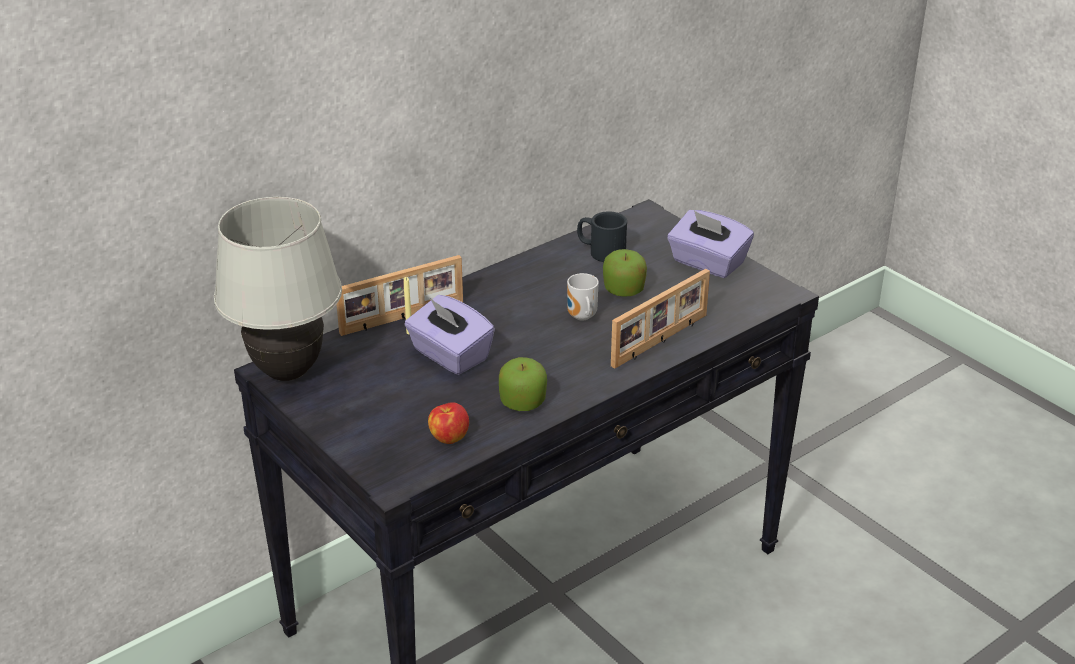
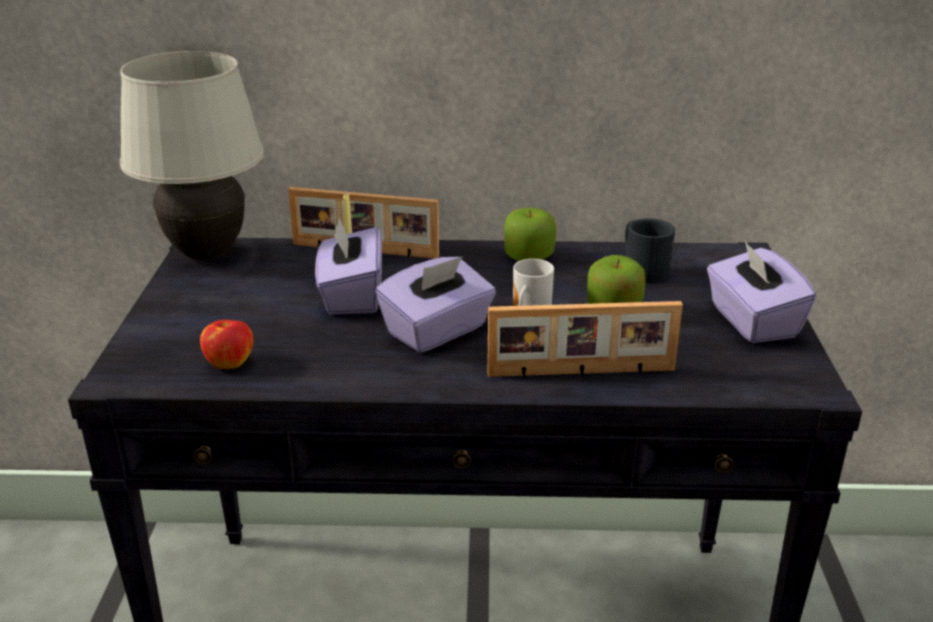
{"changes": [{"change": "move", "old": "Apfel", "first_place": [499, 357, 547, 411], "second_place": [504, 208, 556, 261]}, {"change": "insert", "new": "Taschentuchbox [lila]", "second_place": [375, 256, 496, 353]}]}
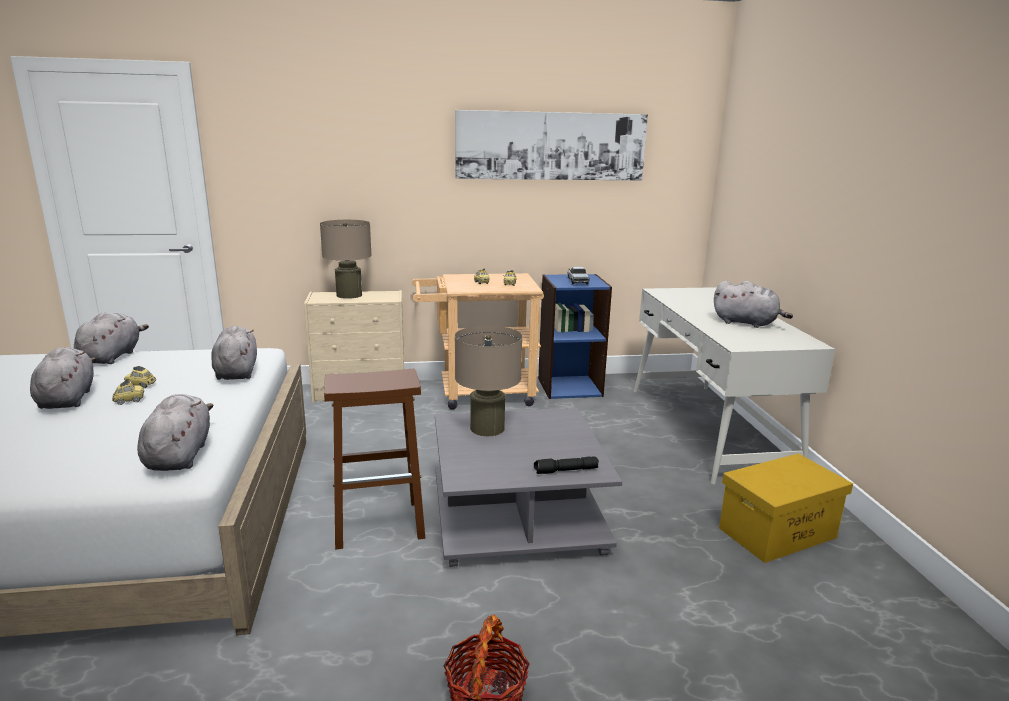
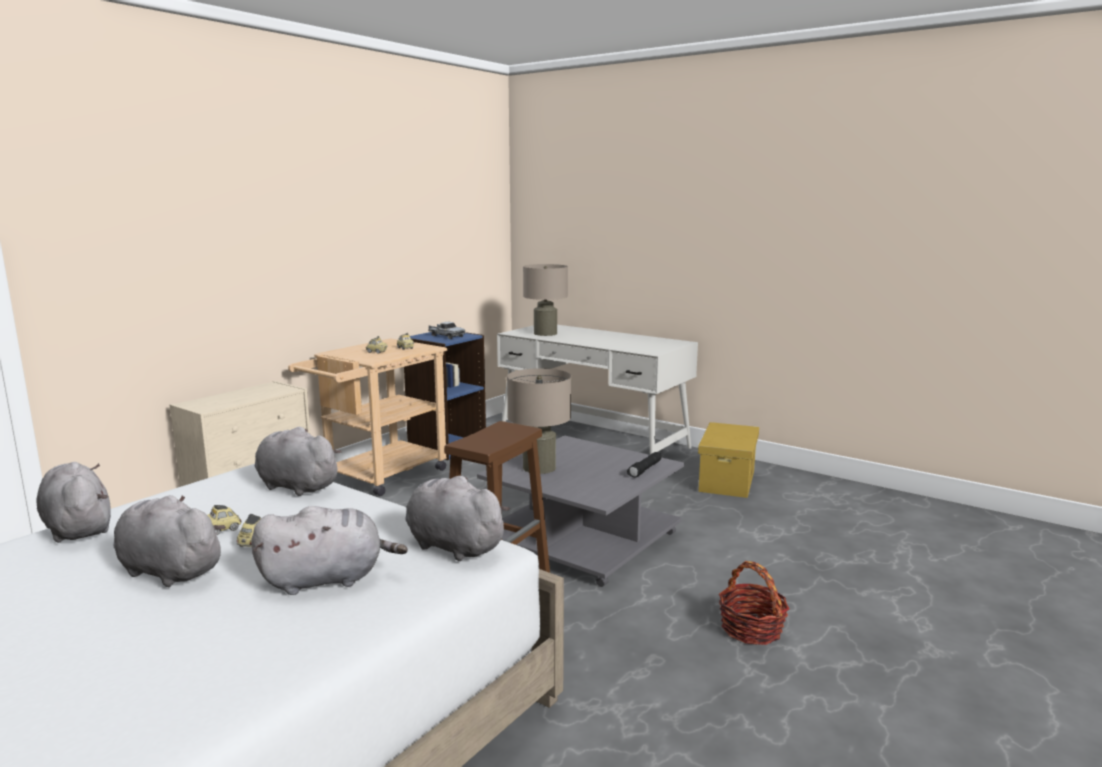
{"changes": [{"change": "move", "old": "Tischlampe [beige]", "first_place": [320, 220, 372, 299], "second_place": [523, 264, 568, 336]}, {"change": "delete", "old": "Bild", "first_place": [455, 110, 648, 180]}, {"change": "move", "old": "Plüschtier [grau]", "first_place": [714, 280, 793, 328], "second_place": [251, 506, 408, 595]}]}
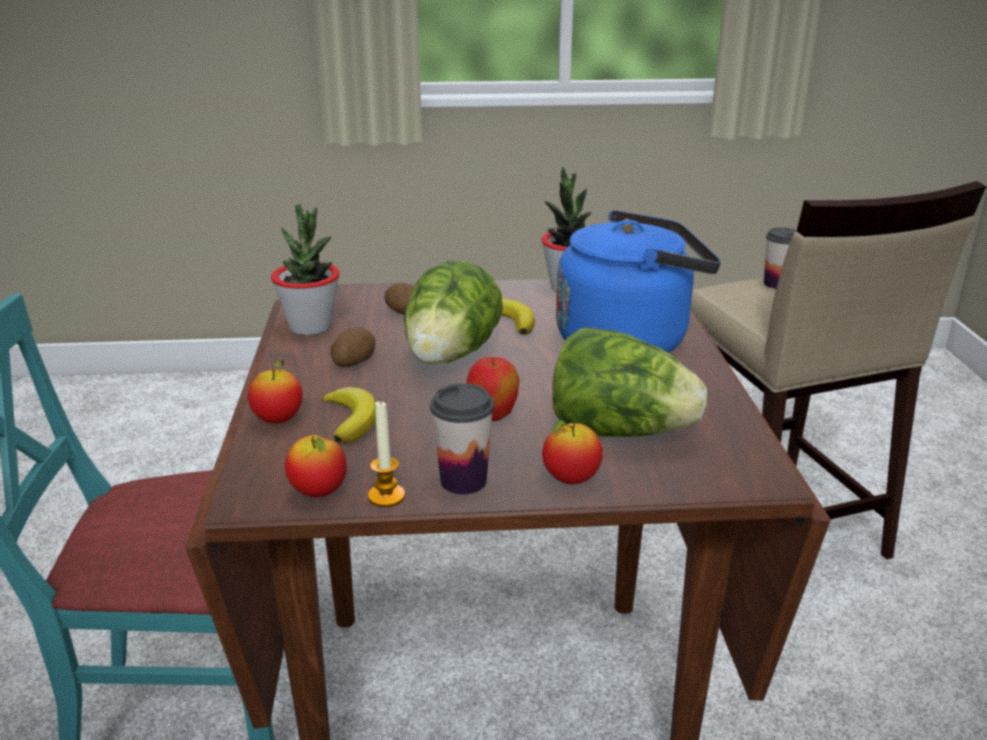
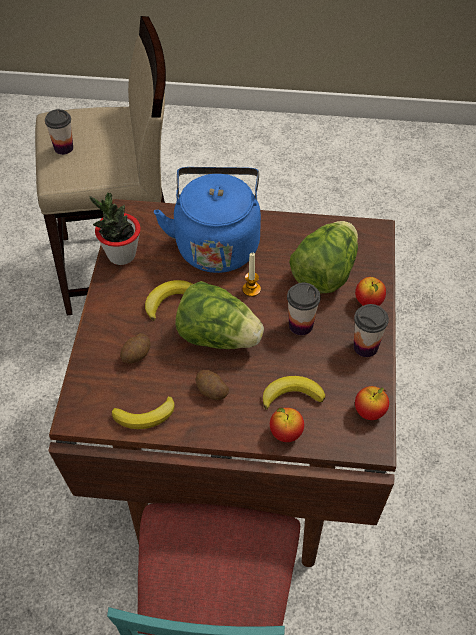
{"changes": [{"change": "replace", "old": "Topfpflanze", "new": "Banane", "first_place": [271, 204, 340, 335], "second_place": [112, 396, 175, 429]}, {"change": "move", "old": "Kerze", "first_place": [368, 400, 405, 507], "second_place": [242, 253, 261, 297]}, {"change": "replace", "old": "Apfel", "new": "Tasse", "first_place": [466, 357, 520, 421], "second_place": [287, 283, 321, 335]}]}
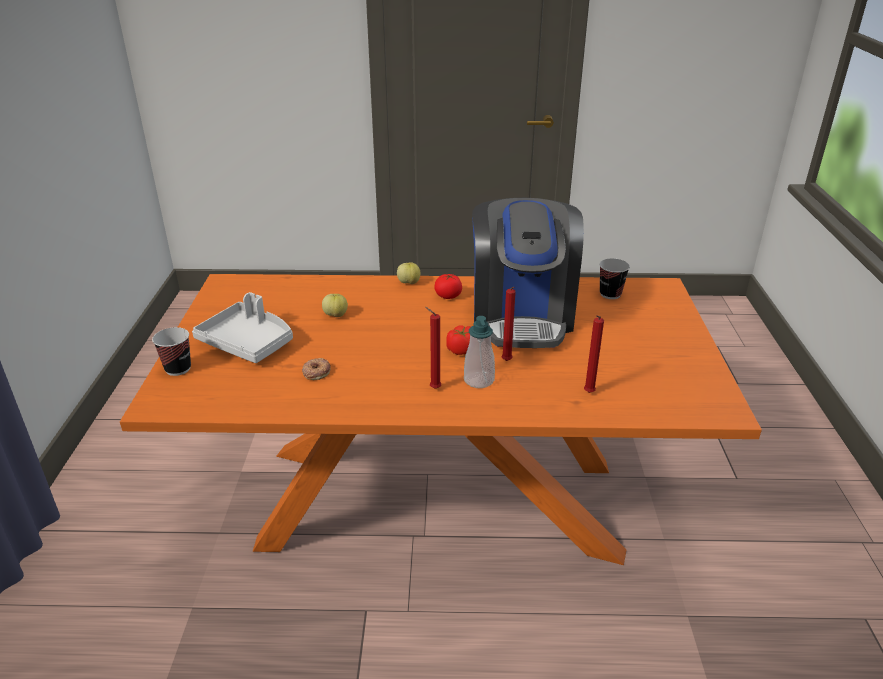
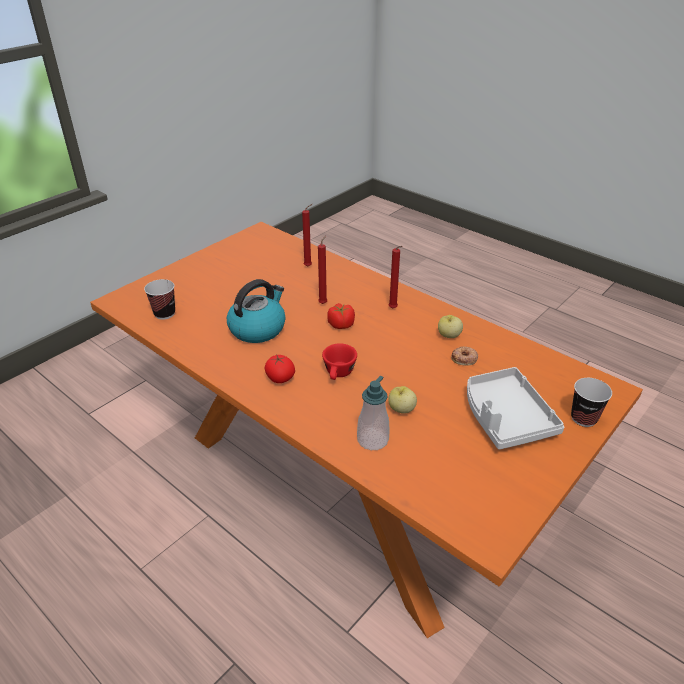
{"changes": [{"change": "move", "old": "Apfel", "first_place": [397, 262, 421, 284], "second_place": [438, 315, 463, 338]}, {"change": "move", "old": "Seifenspender", "first_place": [464, 316, 495, 388], "second_place": [357, 376, 390, 450]}, {"change": "replace", "old": "Kaffeemaschine", "new": "Wasserkessel", "first_place": [472, 198, 584, 348], "second_place": [227, 279, 286, 343]}, {"change": "insert", "new": "Tasse [rot]", "second_place": [322, 343, 357, 380]}]}
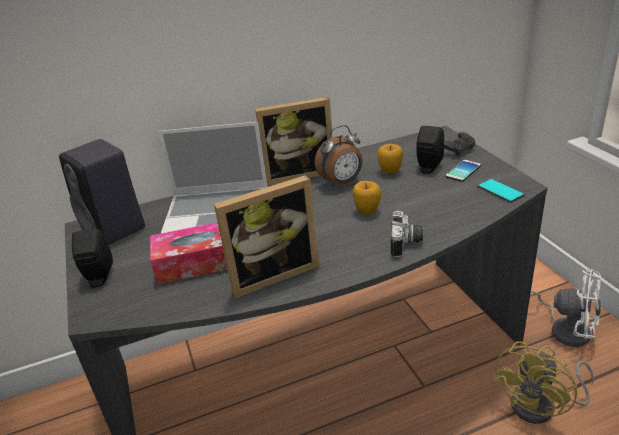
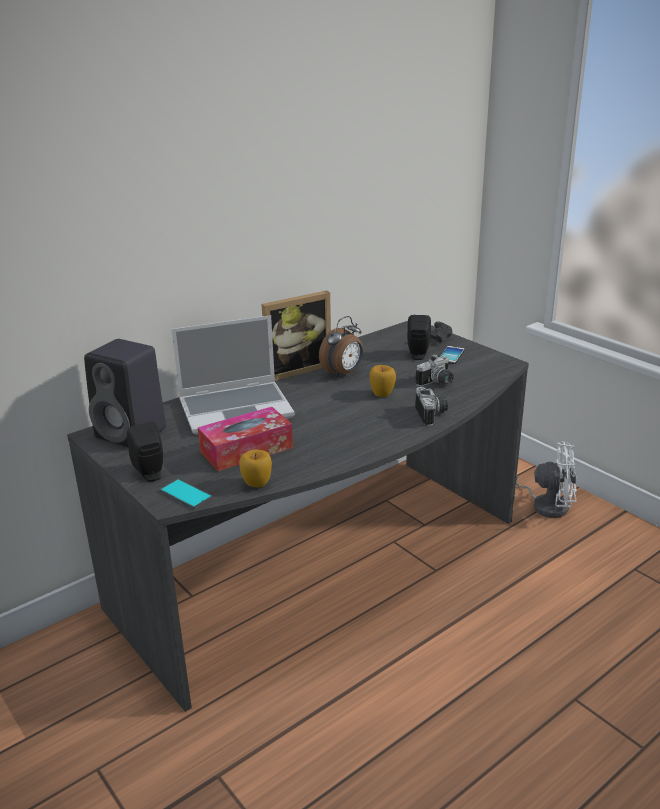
{"changes": [{"change": "delete", "old": "Bilderrahmen", "first_place": [214, 175, 319, 298]}, {"change": "move", "old": "Apfel", "first_place": [378, 144, 403, 173], "second_place": [239, 449, 272, 487]}, {"change": "move", "old": "Handy", "first_place": [477, 178, 525, 203], "second_place": [159, 479, 212, 509]}, {"change": "delete", "old": "Ventilator [gelb]", "first_place": [493, 341, 594, 424]}, {"change": "insert", "new": "Kamera", "second_place": [415, 354, 453, 387]}]}
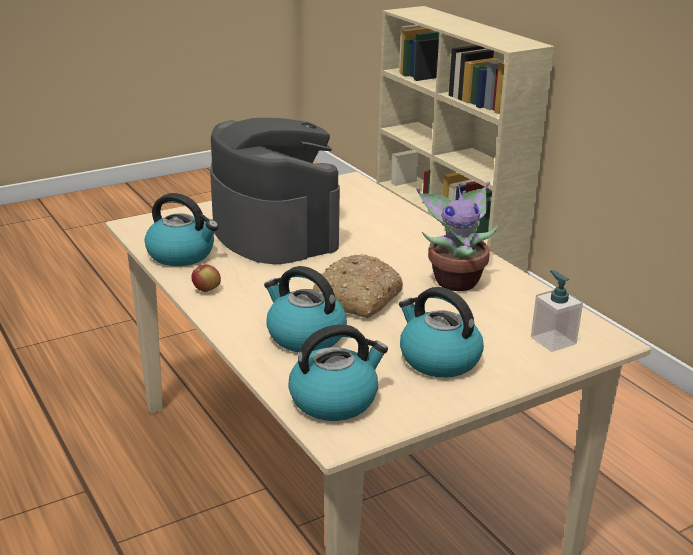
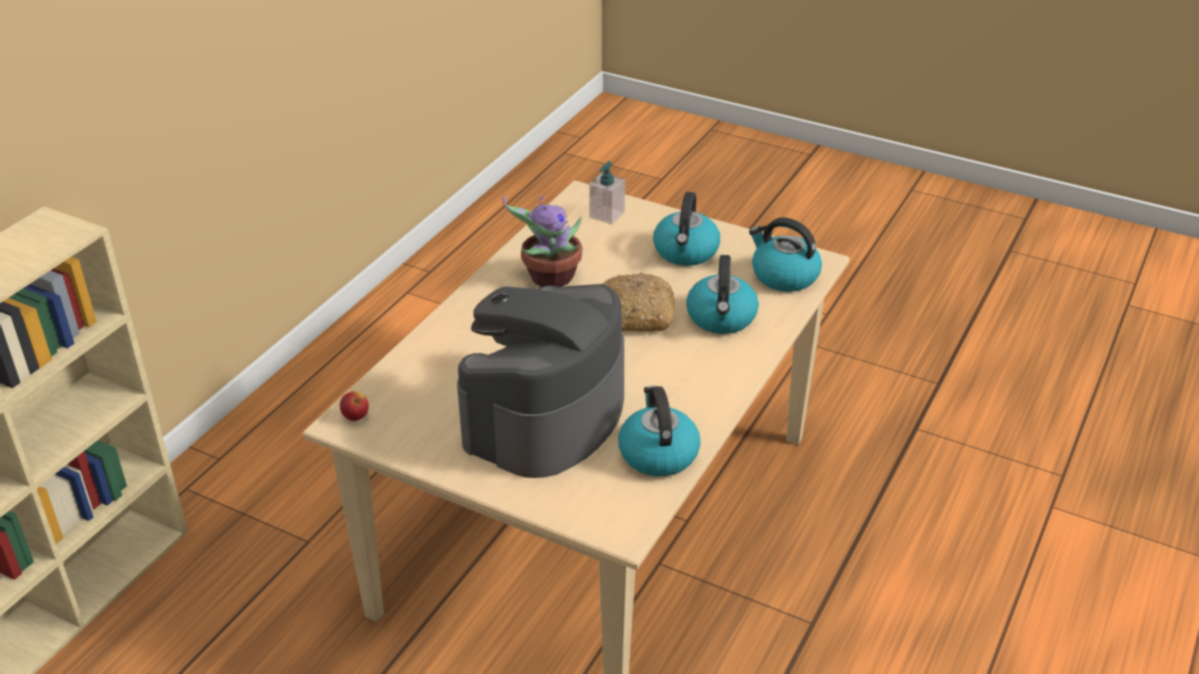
{"changes": [{"change": "move", "old": "Apfel", "first_place": [191, 264, 221, 292], "second_place": [340, 391, 369, 421]}]}
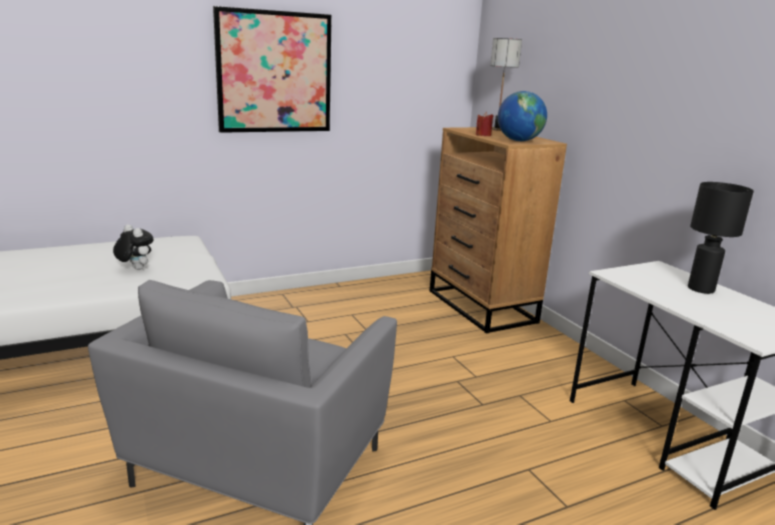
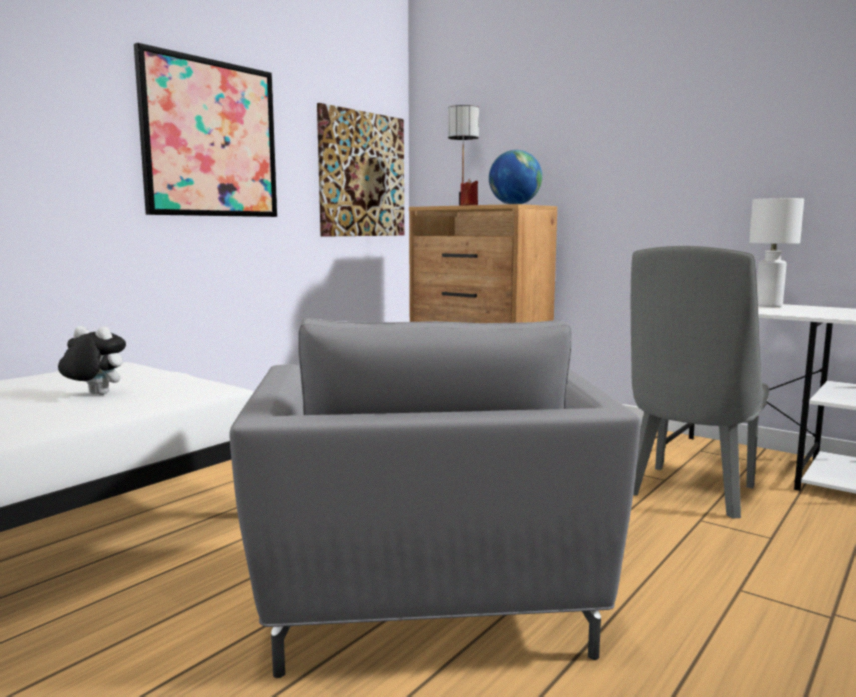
{"changes": [{"change": "recolor", "old": "Tischlampe [schwarz]", "new": "Tischlampe [weiß]", "first_place": [688, 182, 754, 294], "second_place": [749, 198, 804, 307]}, {"change": "insert", "new": "Bild", "second_place": [317, 103, 404, 237]}, {"change": "insert", "new": "Stuhl [grau]", "second_place": [631, 246, 769, 519]}]}
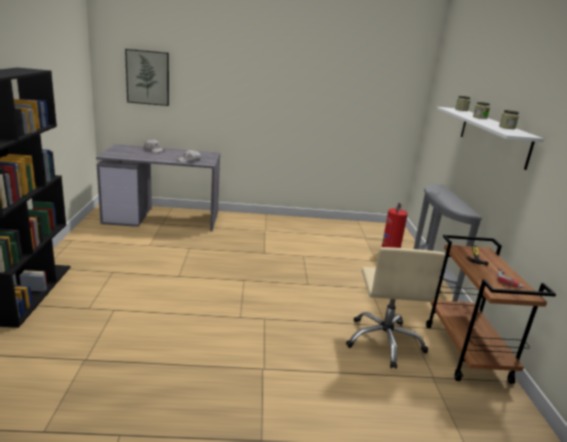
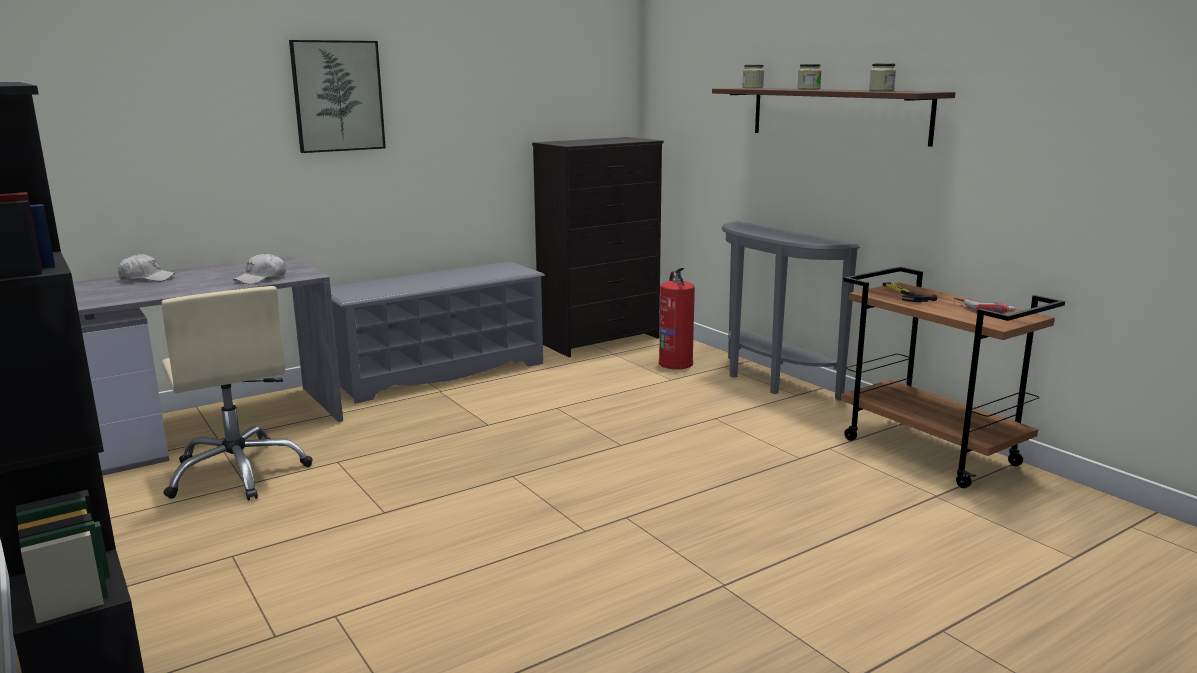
{"changes": [{"change": "move", "old": "Bild", "first_place": [125, 49, 169, 106], "second_place": [289, 40, 386, 153]}, {"change": "move", "old": "Bürostuhl [beige]", "first_place": [346, 247, 446, 369], "second_place": [161, 286, 313, 501]}, {"change": "recolor", "old": "Wandregal [weiß]", "new": "Wandregal [braun]", "first_place": [437, 107, 544, 170], "second_place": [712, 88, 955, 147]}, {"change": "insert", "new": "Schuhregal [grau]", "second_place": [330, 261, 545, 404]}, {"change": "insert", "new": "Kommode [schwarz]", "second_place": [532, 137, 664, 357]}]}
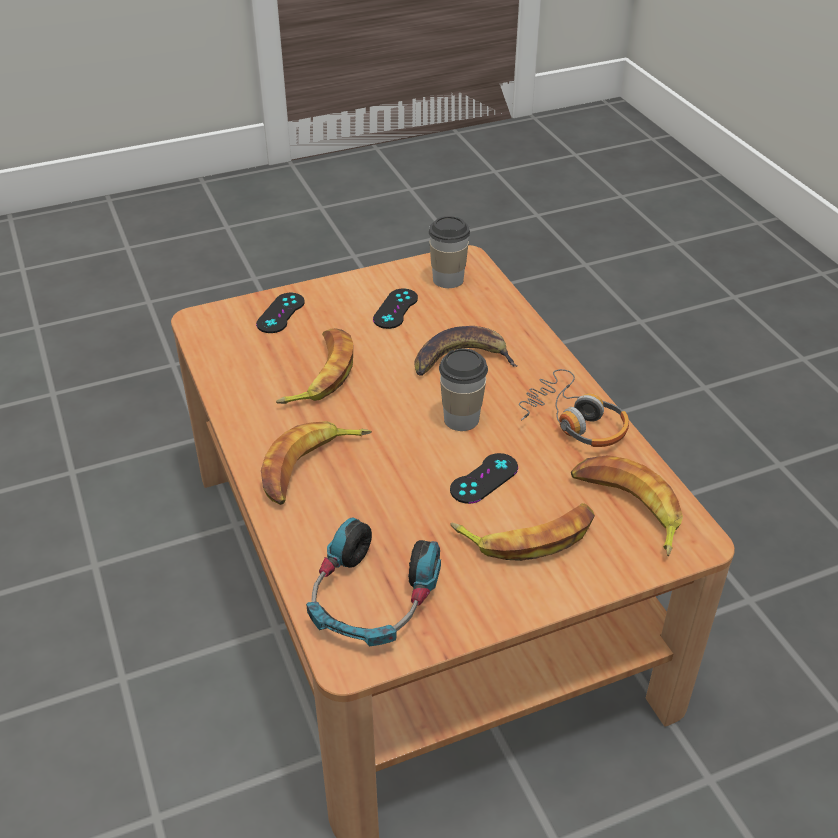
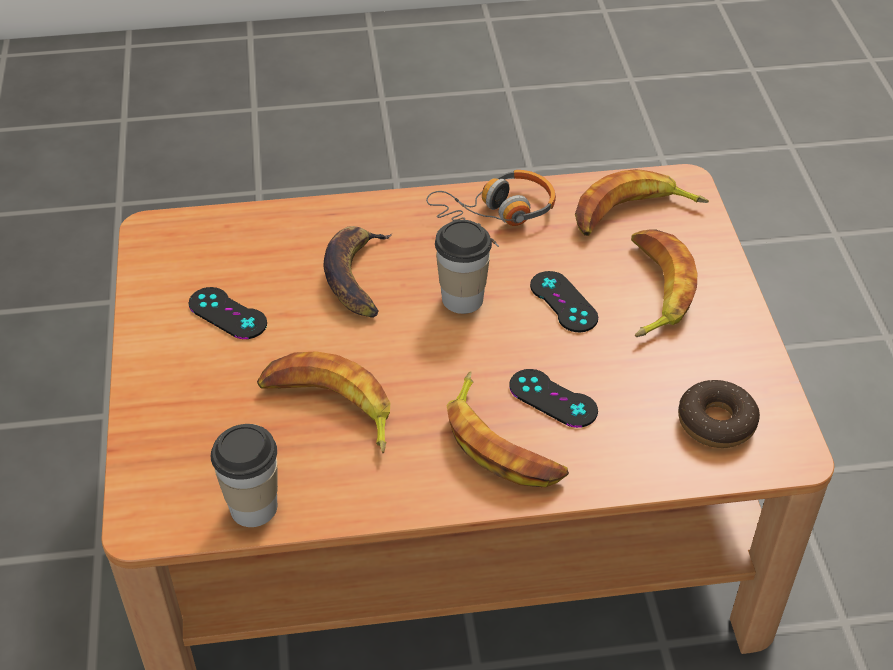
{"changes": [{"change": "move", "old": "Gamepad [schwarz]", "first_place": [256, 293, 305, 333], "second_place": [509, 369, 598, 428]}, {"change": "replace", "old": "Kopfhörer", "new": "Donut", "first_place": [306, 518, 441, 647], "second_place": [678, 380, 760, 448]}, {"change": "move", "old": "Tasse", "first_place": [429, 216, 470, 288], "second_place": [211, 424, 278, 527]}]}
